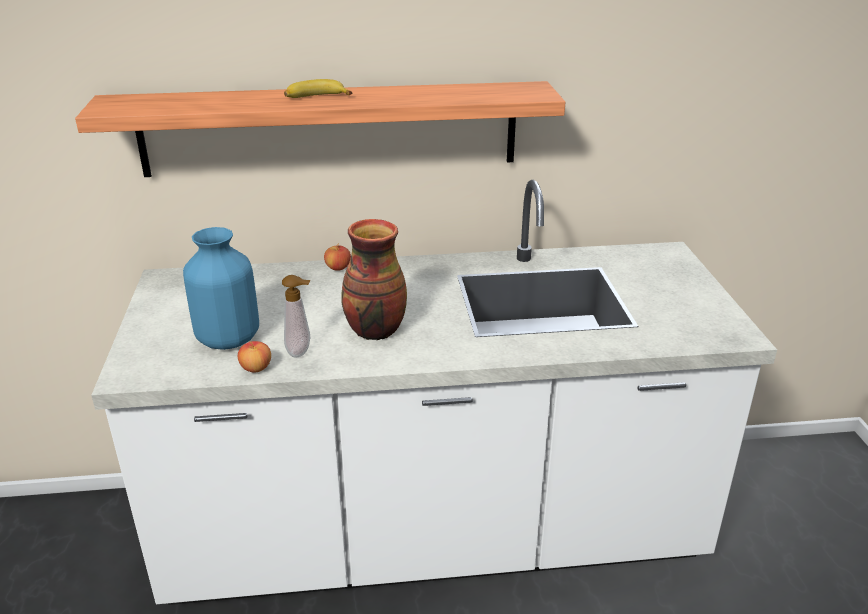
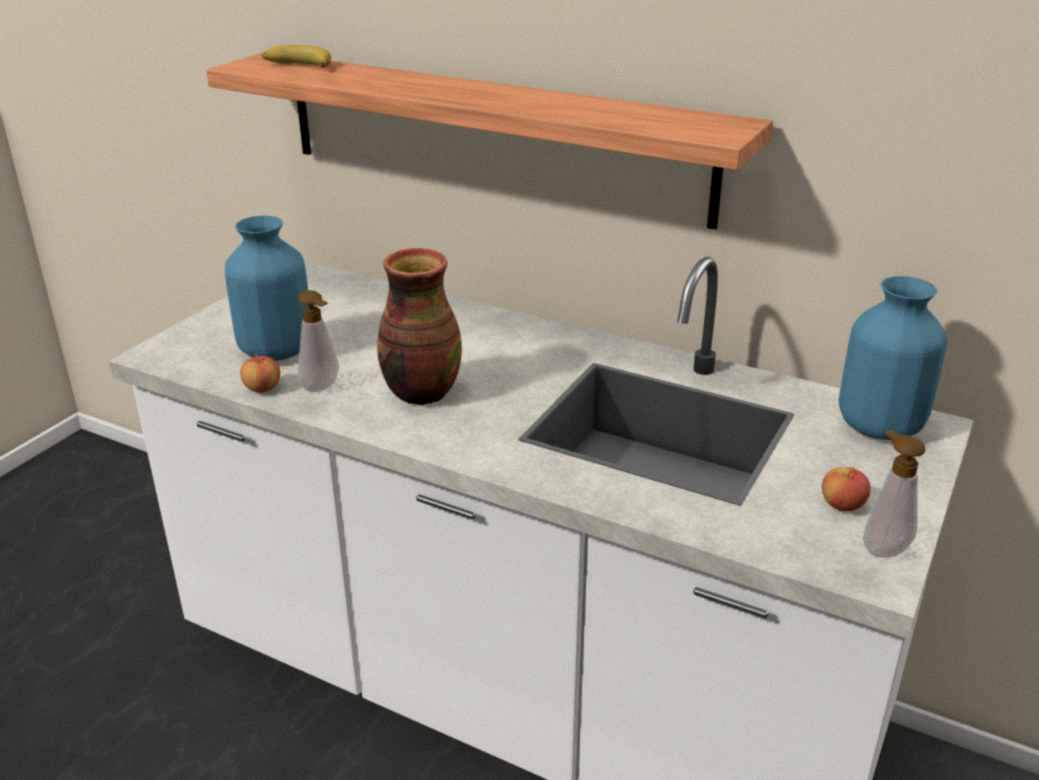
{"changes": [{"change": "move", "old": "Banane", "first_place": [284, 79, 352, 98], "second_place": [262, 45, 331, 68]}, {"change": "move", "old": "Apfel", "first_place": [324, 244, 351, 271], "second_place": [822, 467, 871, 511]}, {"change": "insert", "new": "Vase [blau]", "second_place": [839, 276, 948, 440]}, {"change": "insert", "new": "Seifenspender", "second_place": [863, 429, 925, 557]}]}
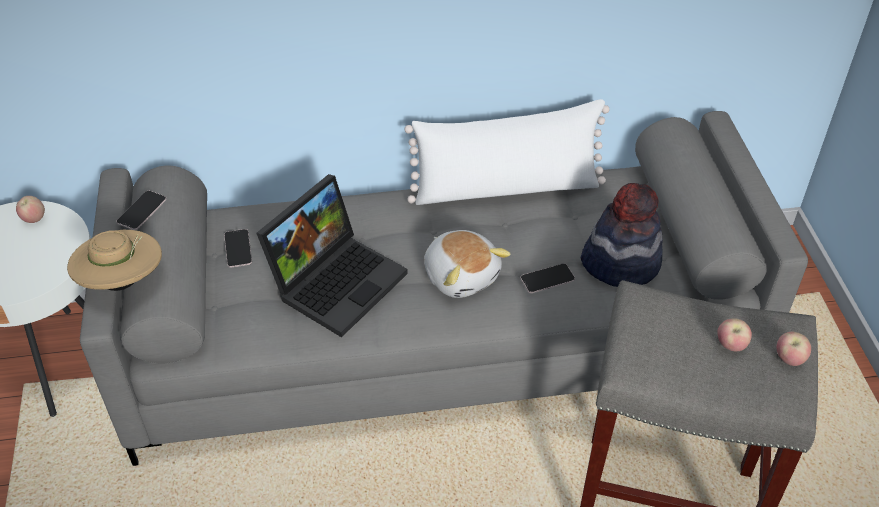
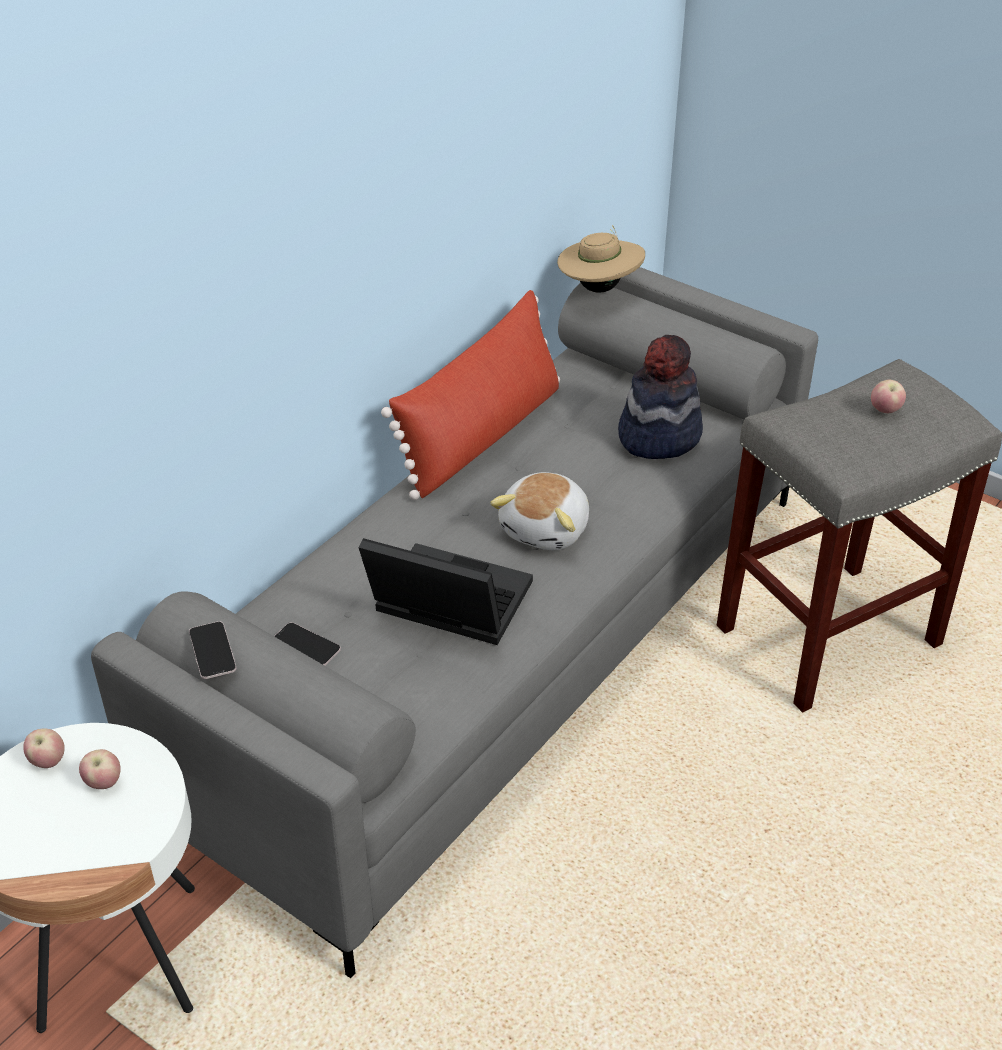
{"changes": [{"change": "move", "old": "Hut [beige]", "first_place": [67, 230, 162, 291], "second_place": [557, 225, 645, 293]}, {"change": "rotate", "old": "Laptop", "first_place": [256, 174, 408, 337], "second_place": [358, 538, 533, 645], "degrees": -60}, {"change": "recolor", "old": "Kissen [weiß]", "new": "Kissen [rot]", "first_place": [404, 99, 610, 205], "second_place": [381, 290, 560, 500]}, {"change": "rotate", "old": "Plüschtier", "first_place": [424, 230, 511, 298], "second_place": [490, 472, 589, 550], "degrees": 105}, {"change": "delete", "old": "Handy", "first_place": [520, 263, 575, 293]}, {"change": "move", "old": "Apfel", "first_place": [777, 332, 811, 366], "second_place": [79, 749, 121, 789]}]}
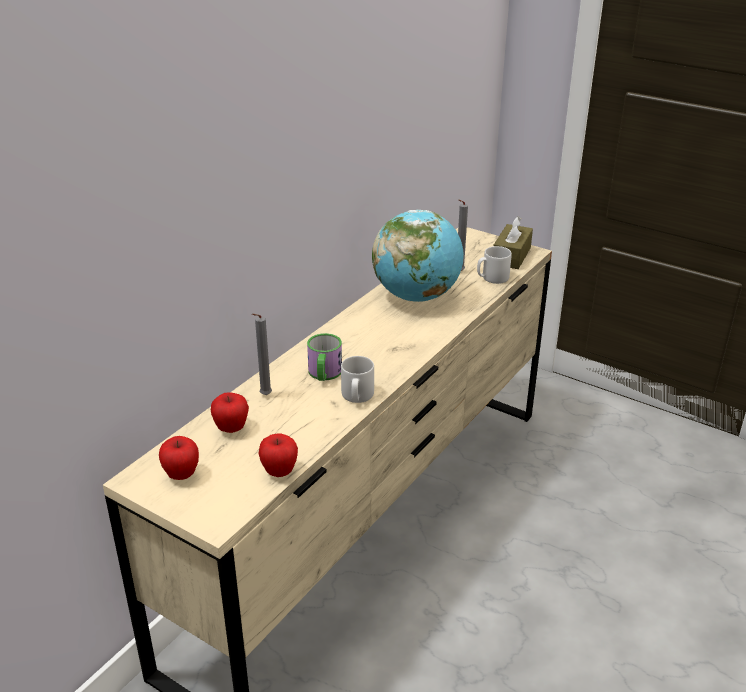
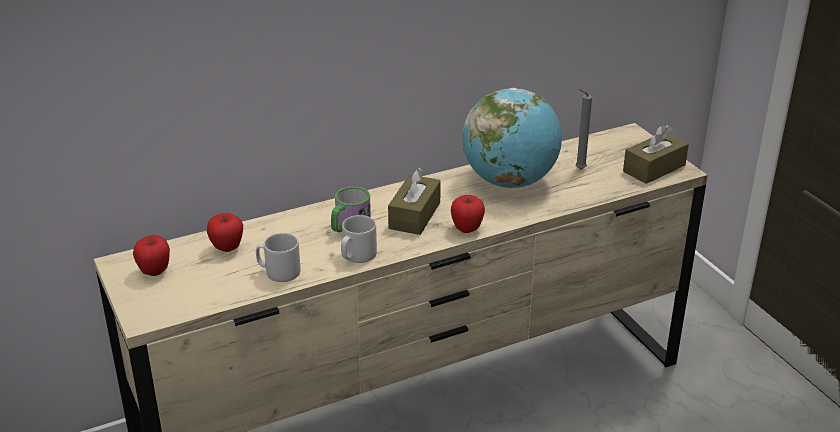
{"changes": [{"change": "delete", "old": "Kerze [grau]", "first_place": [252, 314, 272, 395]}, {"change": "move", "old": "Apfel", "first_place": [258, 434, 298, 477], "second_place": [451, 195, 485, 233]}, {"change": "move", "old": "Henkelbecher [grau]", "first_place": [477, 246, 512, 284], "second_place": [256, 233, 301, 282]}, {"change": "insert", "new": "Taschentuchbox [braun]", "second_place": [388, 167, 441, 235]}]}
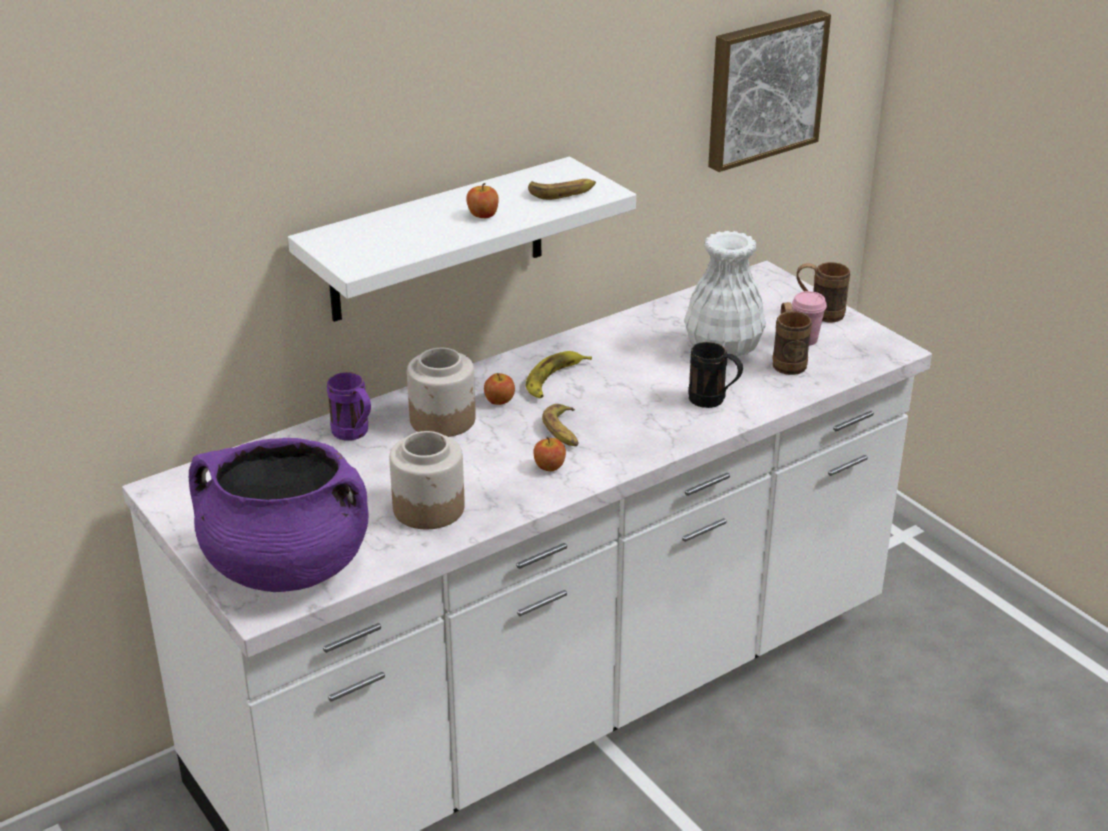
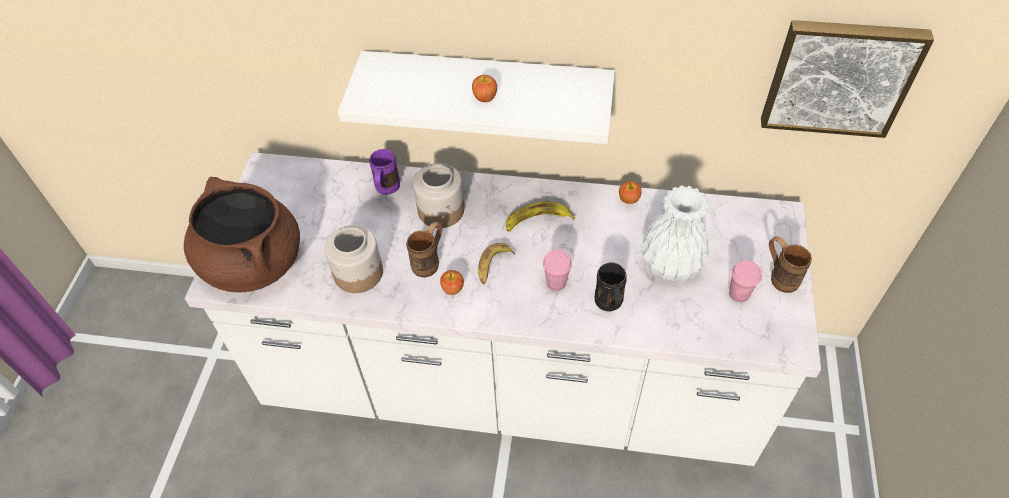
{"changes": [{"change": "recolor", "old": "Kochtopf [lila]", "new": "Kochtopf [braun]", "first_place": [189, 438, 368, 592], "second_place": [184, 177, 300, 292]}, {"change": "move", "old": "Apfel", "first_place": [484, 373, 515, 405], "second_place": [619, 181, 641, 204]}, {"change": "delete", "old": "Banane", "first_place": [528, 179, 596, 200]}, {"change": "move", "old": "Henkelbecher [braun]", "first_place": [773, 302, 812, 375], "second_place": [406, 222, 442, 277]}, {"change": "insert", "new": "Tasse [rosa]", "second_place": [543, 250, 572, 291]}]}
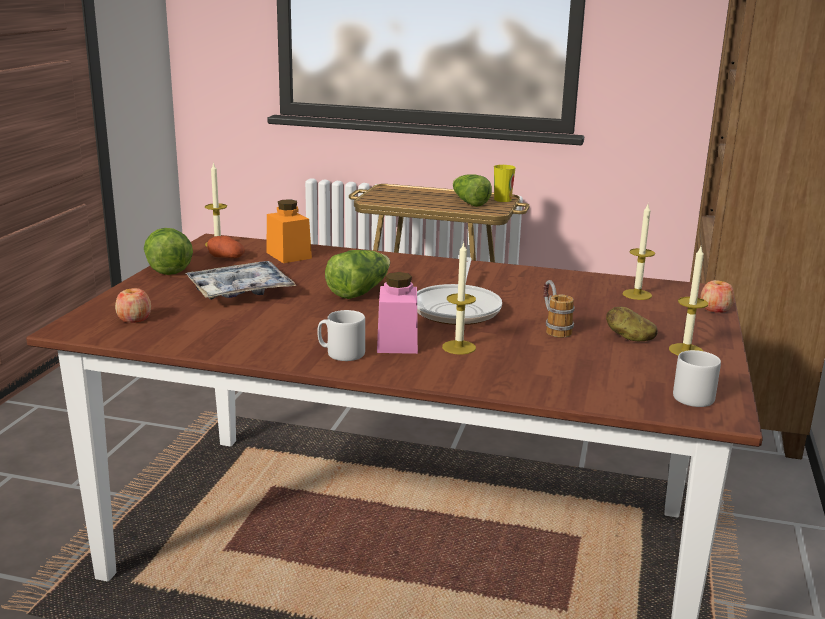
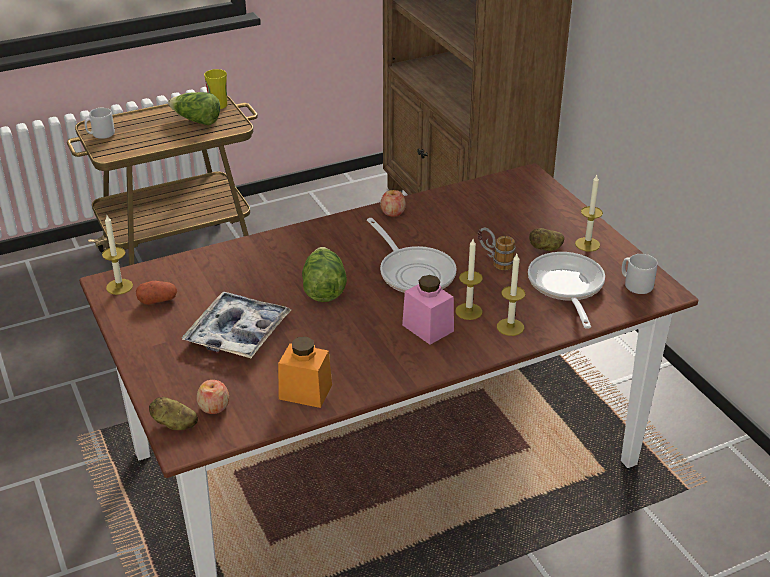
{"changes": [{"change": "delete", "old": "Salatkopf", "first_place": [144, 228, 193, 275]}, {"change": "move", "old": "Vorratsglas [orange]", "first_place": [266, 199, 312, 263], "second_place": [278, 337, 332, 408]}, {"change": "move", "old": "Henkelbecher [grau]", "first_place": [317, 310, 365, 361], "second_place": [85, 108, 115, 139]}, {"change": "move", "old": "Kerze", "first_place": [622, 204, 655, 300], "second_place": [497, 254, 525, 336]}, {"change": "move", "old": "Apfel", "first_place": [700, 280, 734, 313], "second_place": [380, 190, 406, 217]}, {"change": "insert", "new": "Kartoffel", "second_place": [149, 397, 198, 430]}, {"change": "insert", "new": "Pfanne", "second_place": [528, 252, 605, 329]}]}
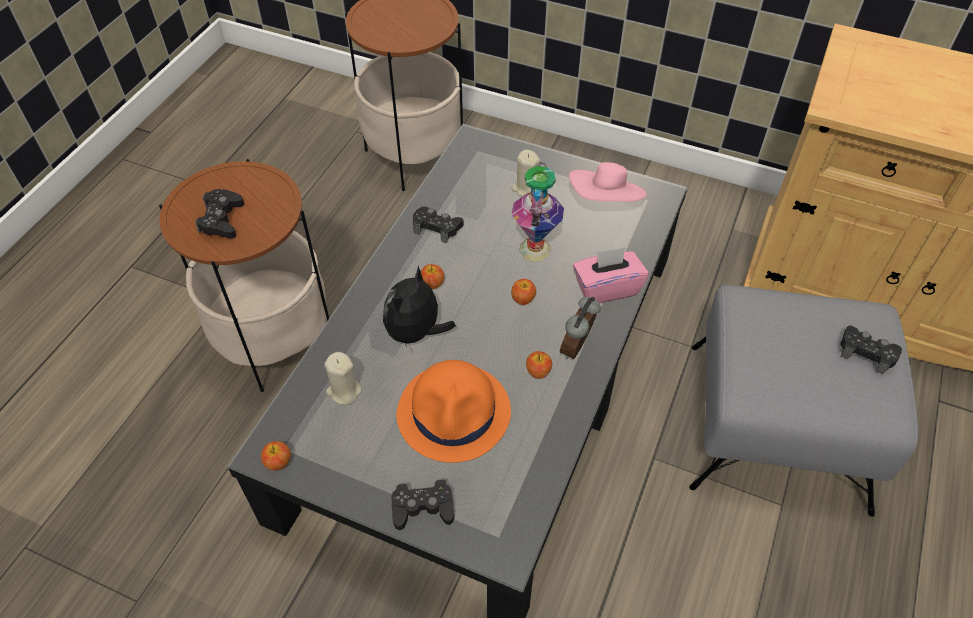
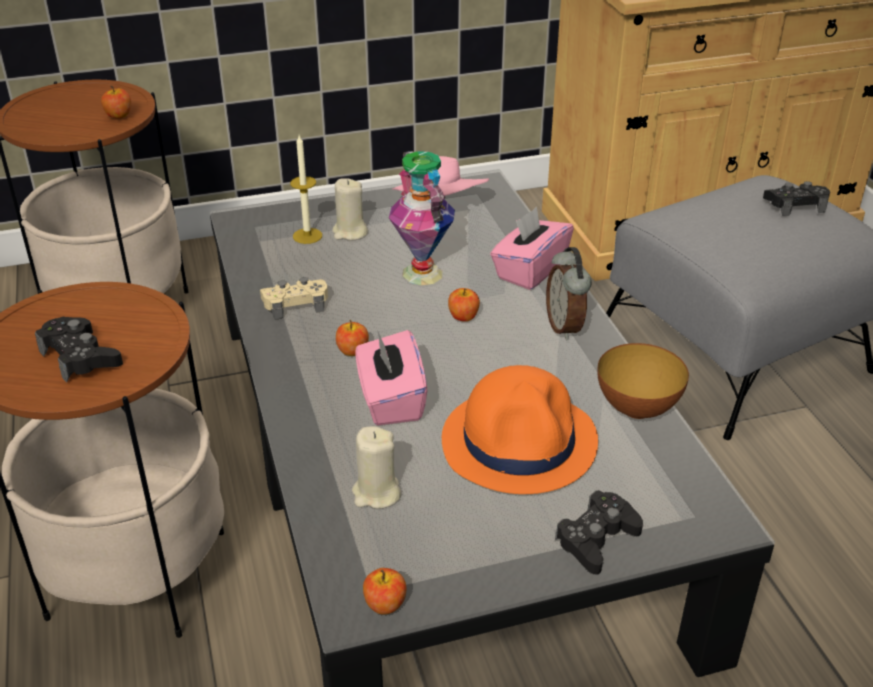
{"changes": [{"change": "replace", "old": "Plüschtier", "new": "Taschentuchbox [rosa]", "first_place": [383, 266, 456, 347], "second_place": [355, 330, 427, 425]}, {"change": "recolor", "old": "Gamepad [schwarz]", "new": "Gamepad [beige]", "first_place": [413, 206, 464, 243], "second_place": [260, 277, 328, 319]}, {"change": "move", "old": "Apfel", "first_place": [526, 351, 552, 379], "second_place": [101, 85, 131, 119]}, {"change": "insert", "new": "Kerze", "second_place": [290, 135, 322, 244]}, {"change": "insert", "new": "Schüssel", "second_place": [597, 343, 689, 419]}]}
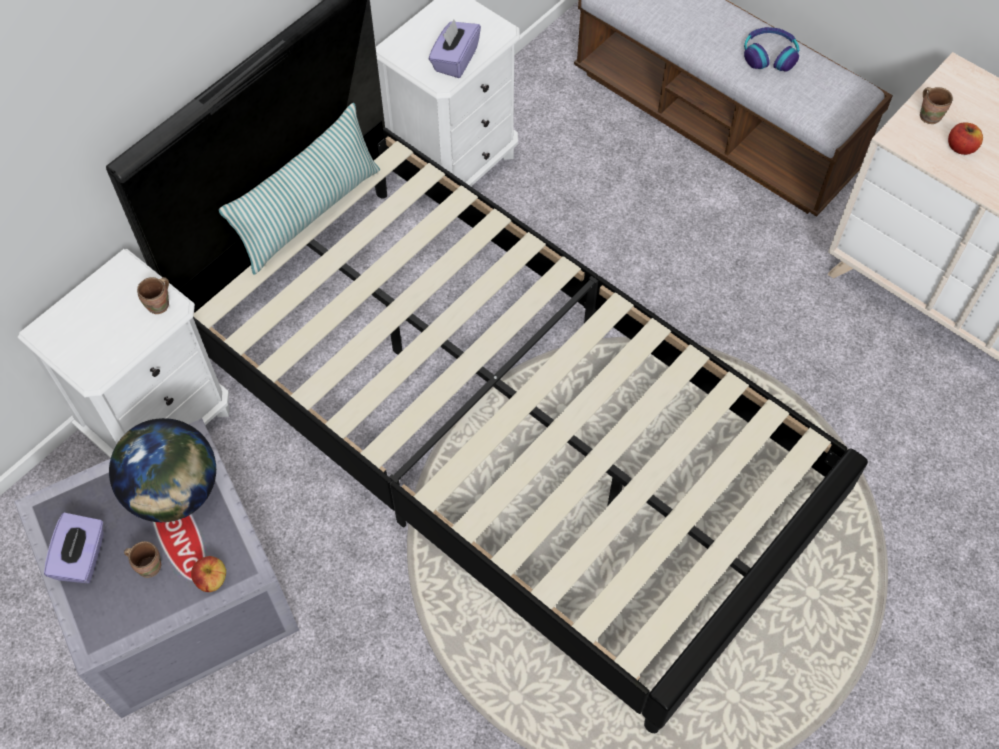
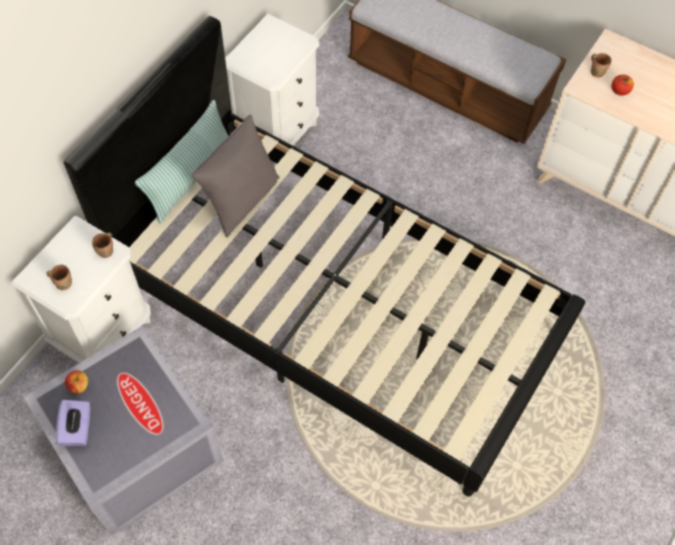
{"changes": [{"change": "delete", "old": "Globus", "first_place": [109, 418, 216, 522]}, {"change": "move", "old": "Henkelbecher [braun]", "first_place": [124, 541, 161, 578], "second_place": [46, 265, 72, 290]}, {"change": "move", "old": "Apfel", "first_place": [191, 556, 226, 592], "second_place": [65, 370, 88, 394]}, {"change": "delete", "old": "Taschentuchbox [lila]", "first_place": [429, 20, 481, 78]}, {"change": "delete", "old": "Kopfhörer", "first_place": [744, 27, 799, 72]}, {"change": "insert", "new": "Kissen [grau]", "second_place": [191, 115, 280, 238]}]}
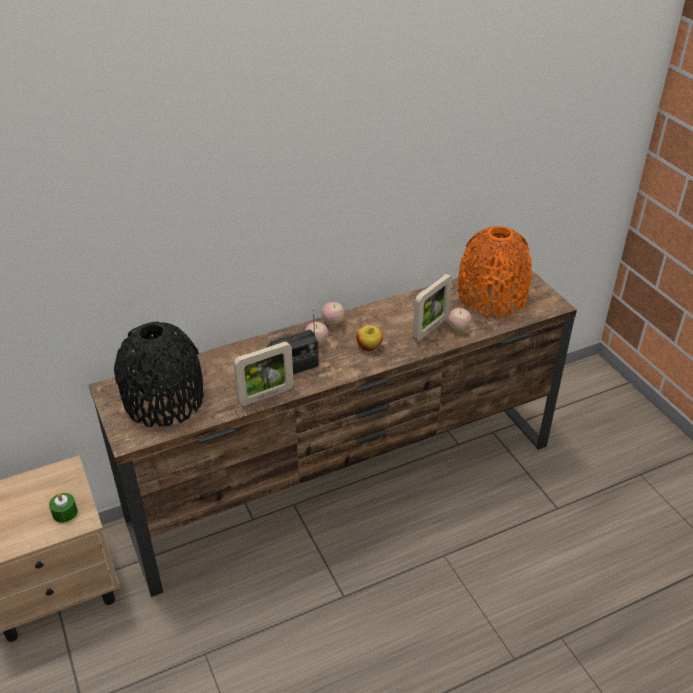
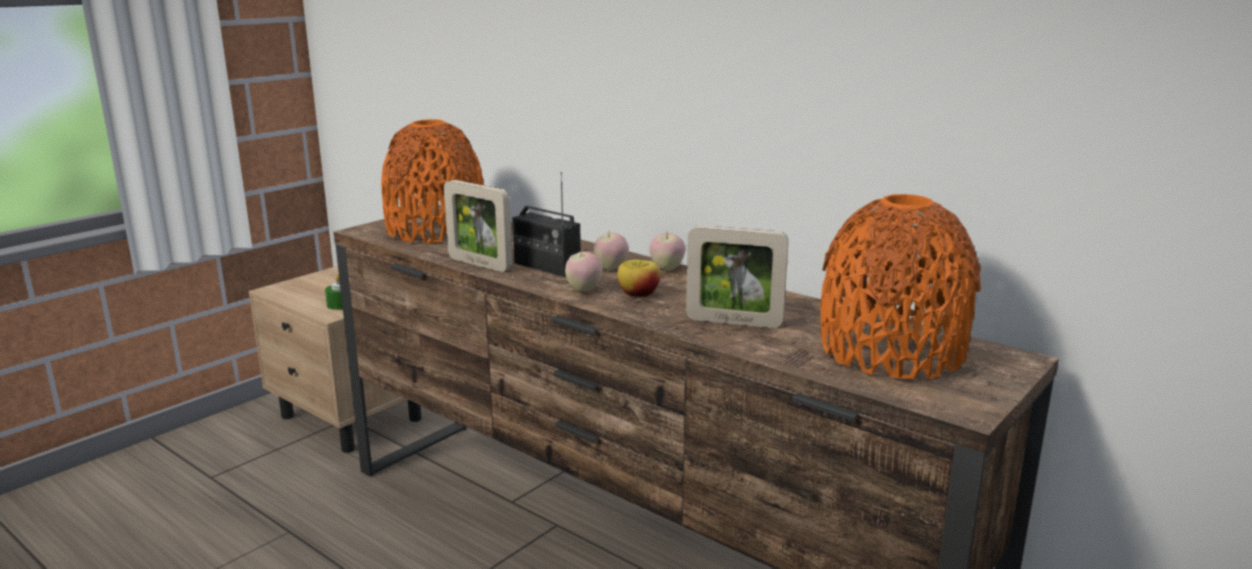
{"changes": [{"change": "recolor", "old": "Vase [schwarz]", "new": "Vase [orange]", "first_place": [114, 322, 204, 427], "second_place": [381, 119, 484, 244]}, {"change": "move", "old": "Apfel", "first_place": [448, 308, 471, 332], "second_place": [565, 250, 603, 291]}]}
